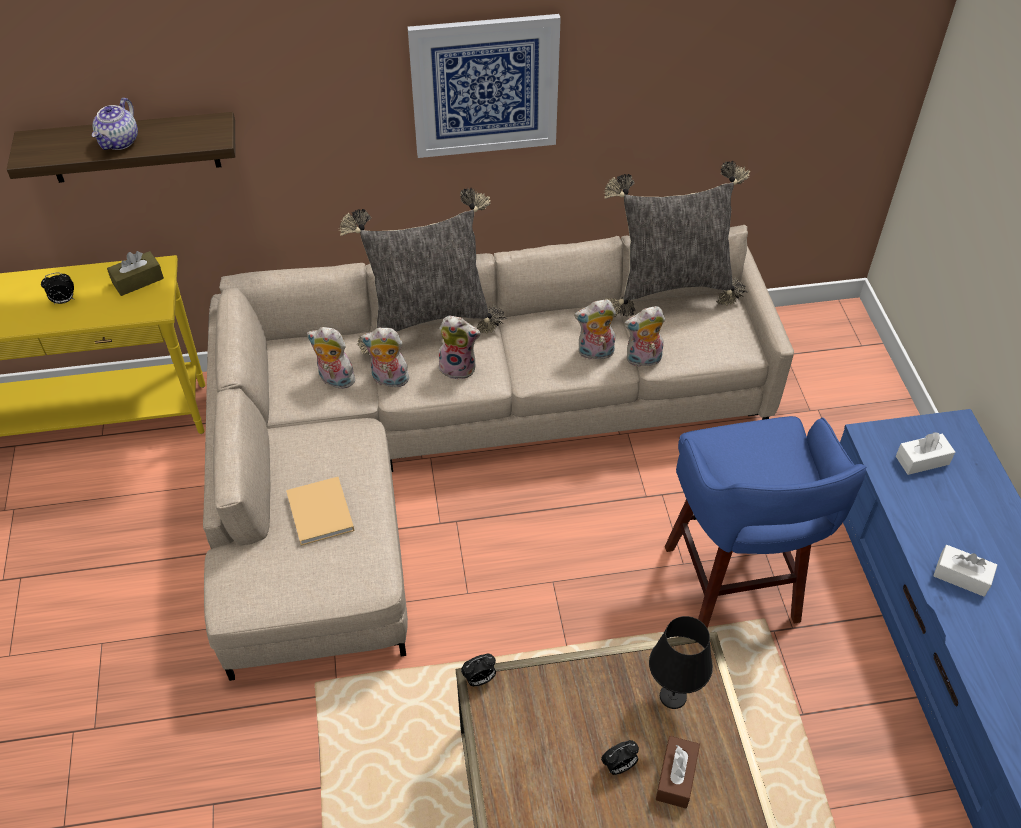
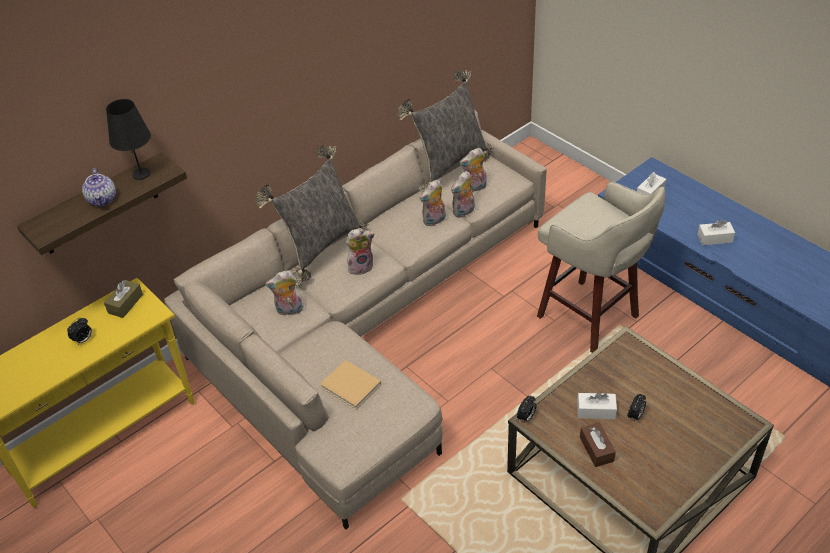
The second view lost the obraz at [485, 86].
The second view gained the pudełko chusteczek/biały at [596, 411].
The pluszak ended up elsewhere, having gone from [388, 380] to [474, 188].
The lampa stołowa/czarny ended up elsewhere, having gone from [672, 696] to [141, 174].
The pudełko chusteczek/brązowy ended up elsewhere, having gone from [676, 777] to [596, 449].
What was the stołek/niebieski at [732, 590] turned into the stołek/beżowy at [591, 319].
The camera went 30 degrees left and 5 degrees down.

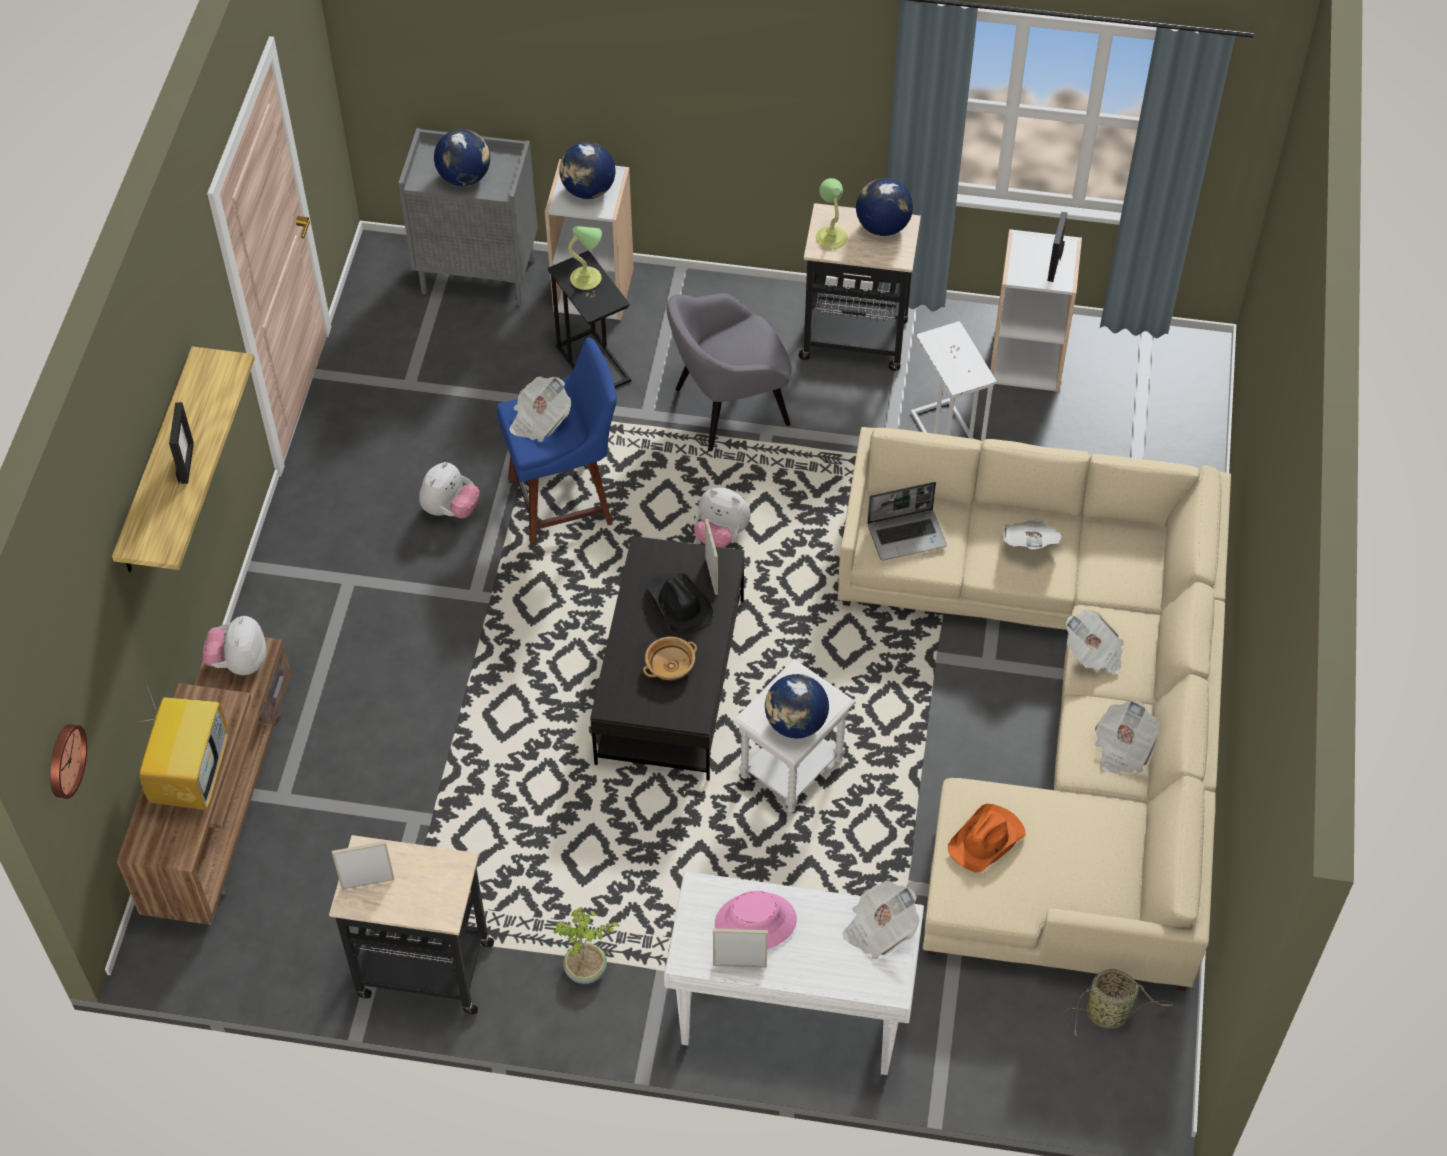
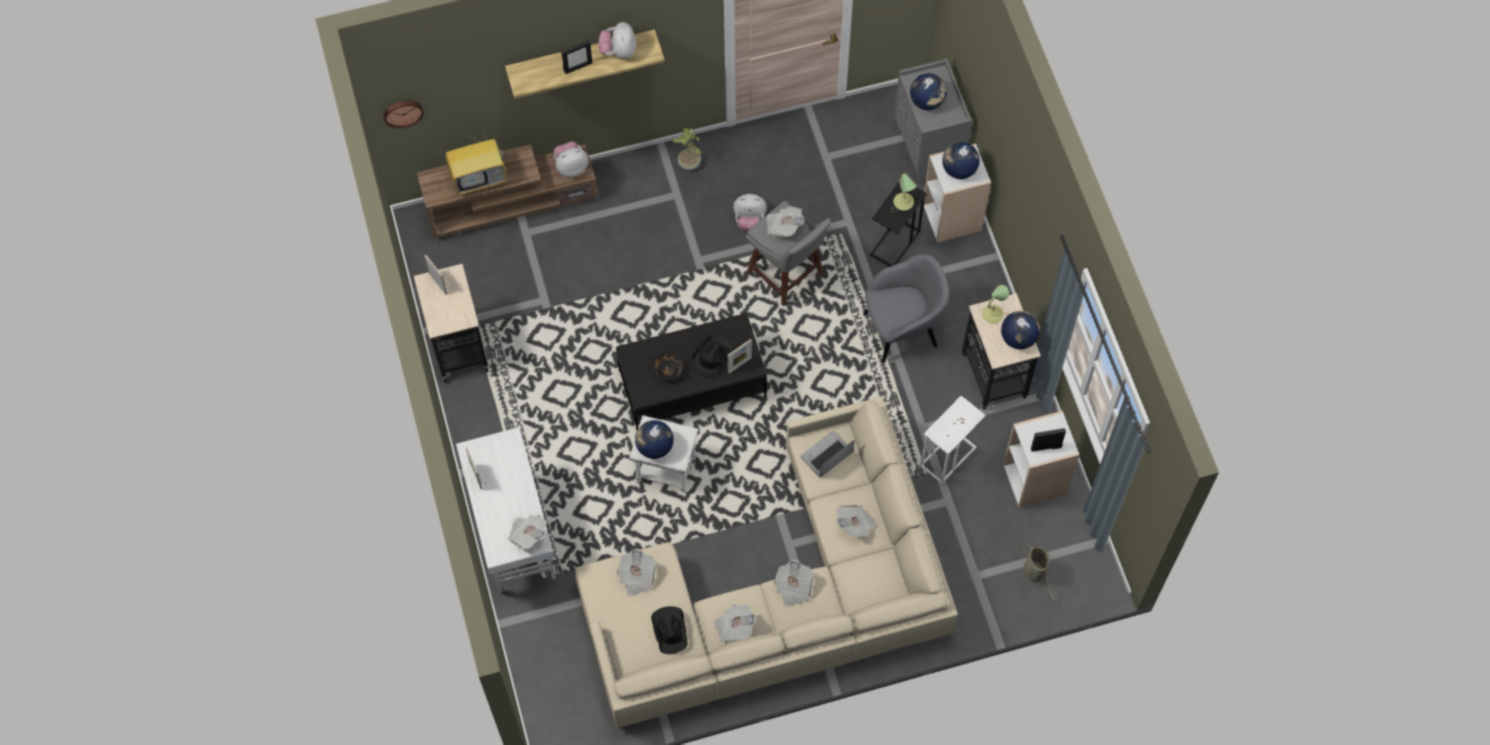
The second view lost the kapelusz/różowy at [755, 922].
The second view gained the kapelusz/czarny at [670, 630].
The roślina doniczkowa ended up elsewhere, having gone from [586, 970] to [689, 164].
The pluszak ended up elsewhere, having gone from [721, 534] to [619, 51].
The koszyk ended up elsewhere, having gone from [1110, 1014] to [1035, 573].
Where the kapelusz/pomarańczowy stood at [987, 840], the gazeta came to stand at [637, 577].
What was the stołek/niebieski at [566, 500] turned into the stołek/szary at [787, 275].
What was the miska/beżowy at [670, 665] turned into the miska/czarny at [669, 370].
The fotel/szary at [729, 407] ended up facing another way, 120 degrees clockwise from before.
The laptop at [907, 535] ended up facing another way, 90 degrees clockwise from before.
The camera went 65 degrees right and 10 degrees up.

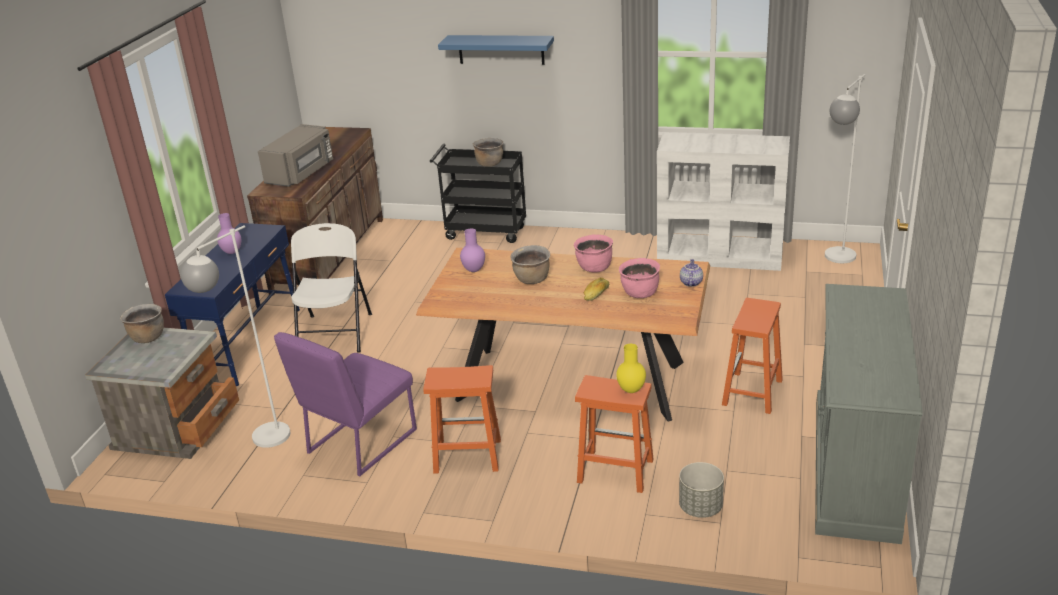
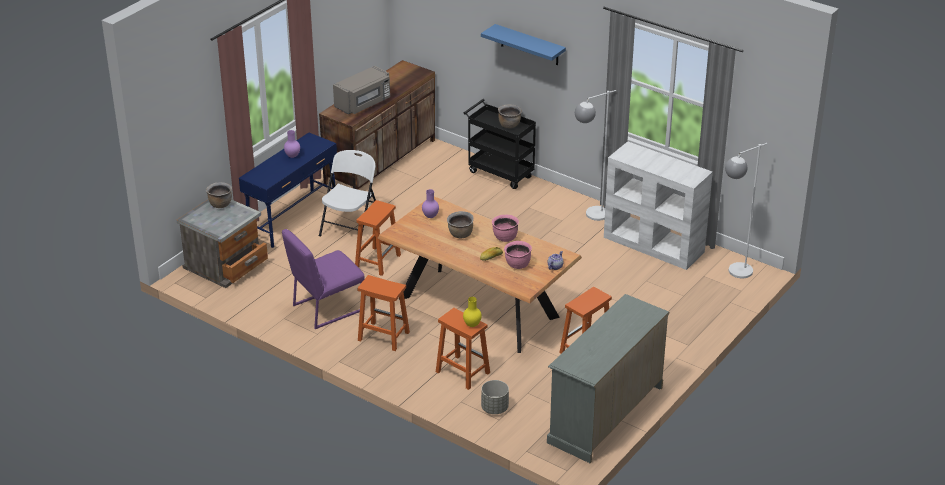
The second view gained the stołek/pomarańczowy at [378, 260].
The lampa stojąca/biały ended up elsewhere, having gone from [260, 443] to [590, 216].
The camera went 20 degrees right and 5 degrees up.

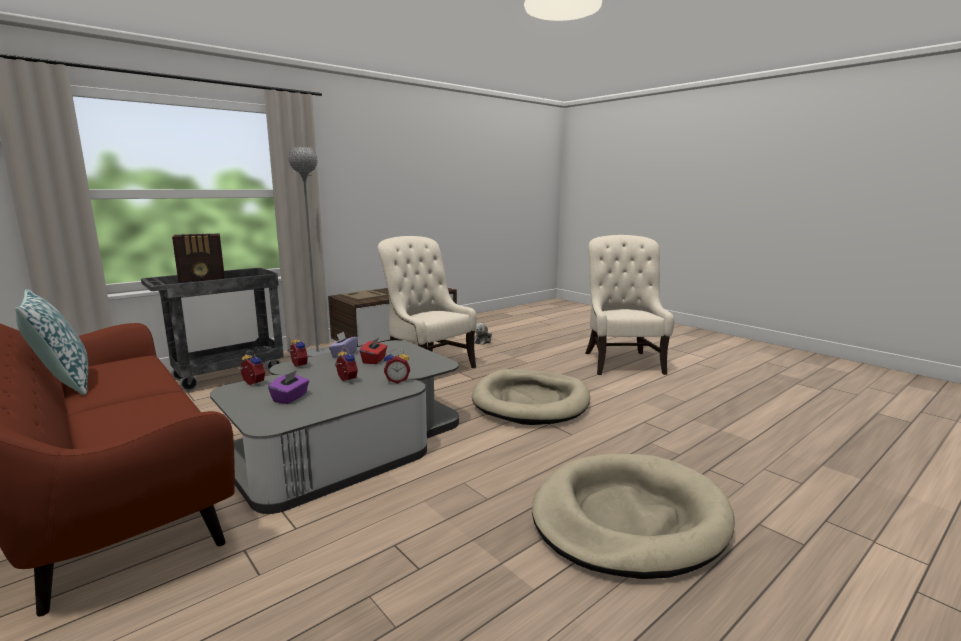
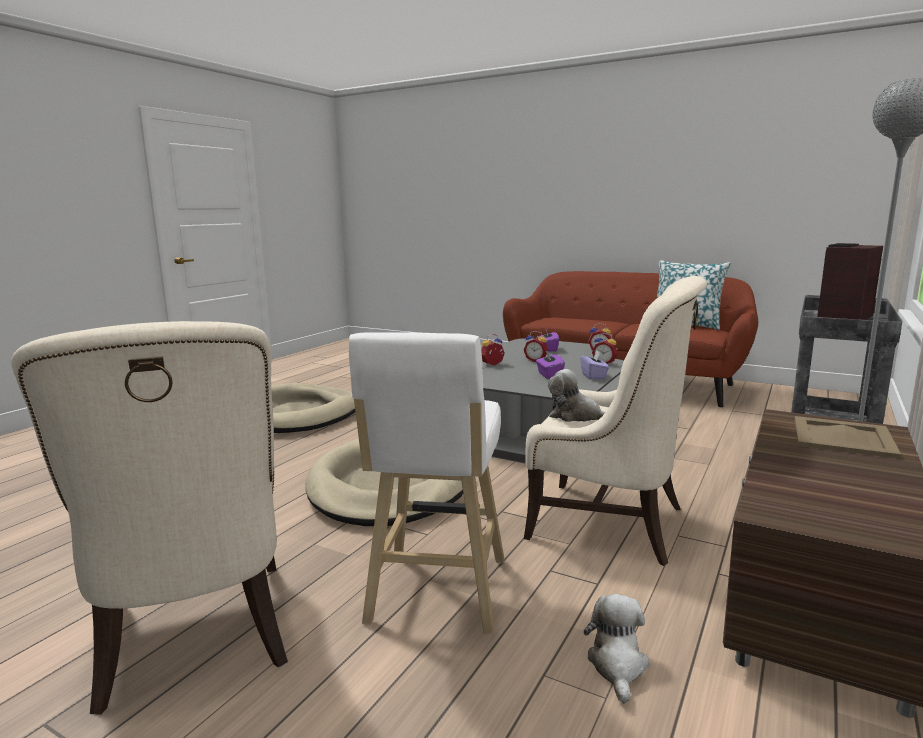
The second view gained the stołek/biały at [436, 595].
The second view gained the pluszak at [576, 416].
What was the pudełko chusteczek/czerwony at [374, 360] turned into the pudełko chusteczek/fioletowy at [549, 375].
The camera went 160 degrees right and 0 degrees up.

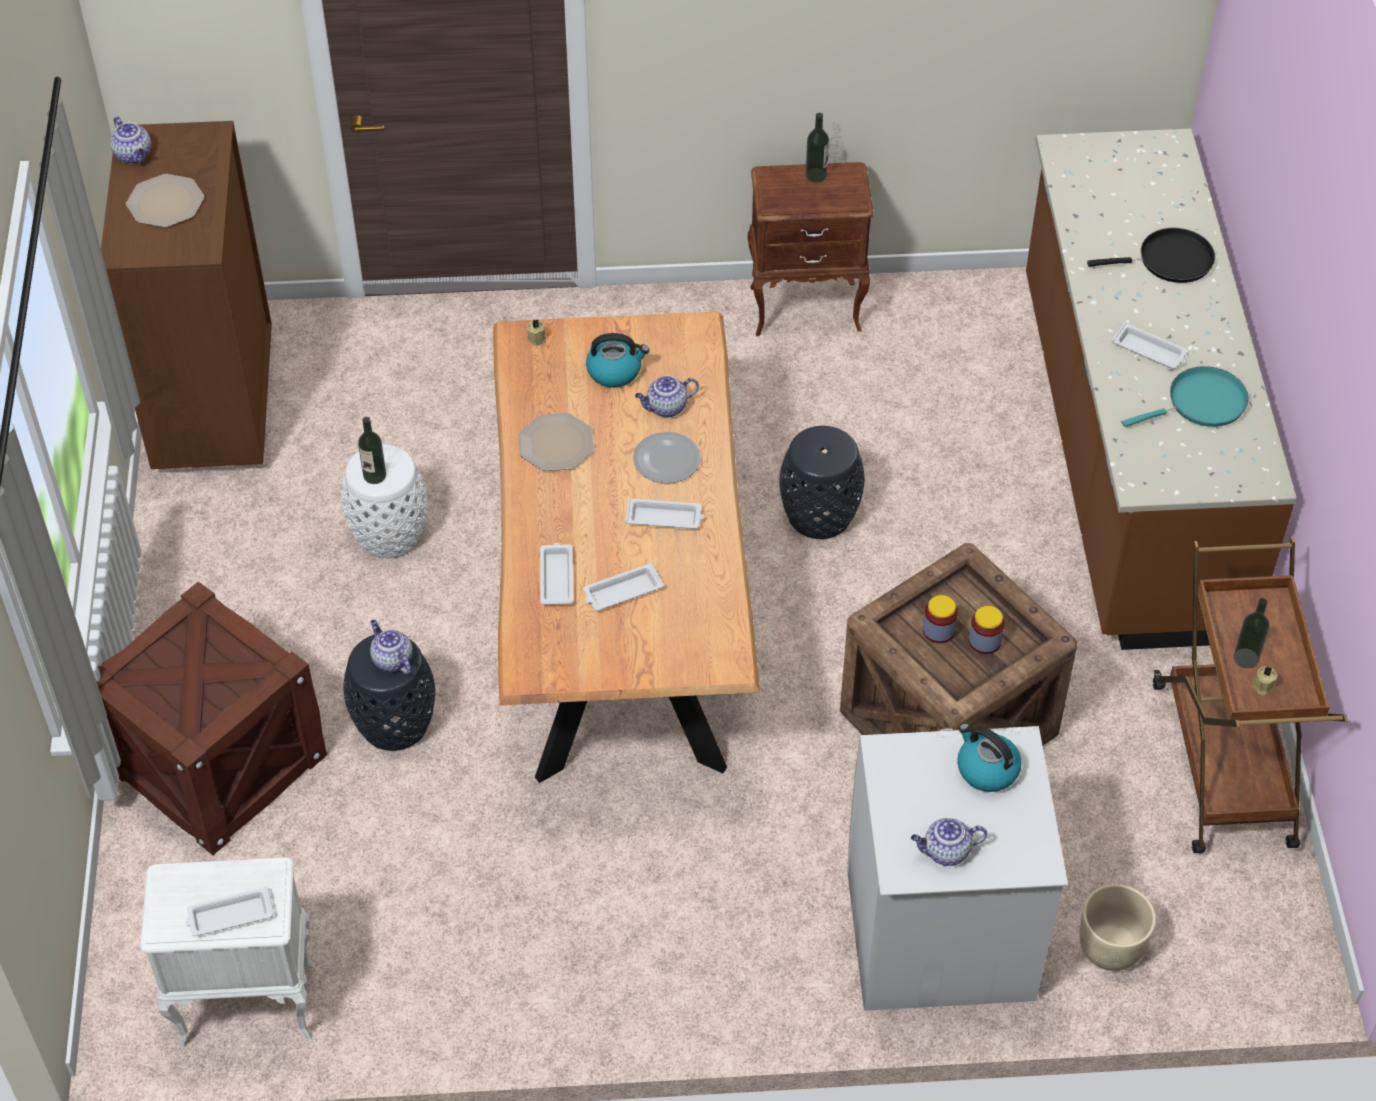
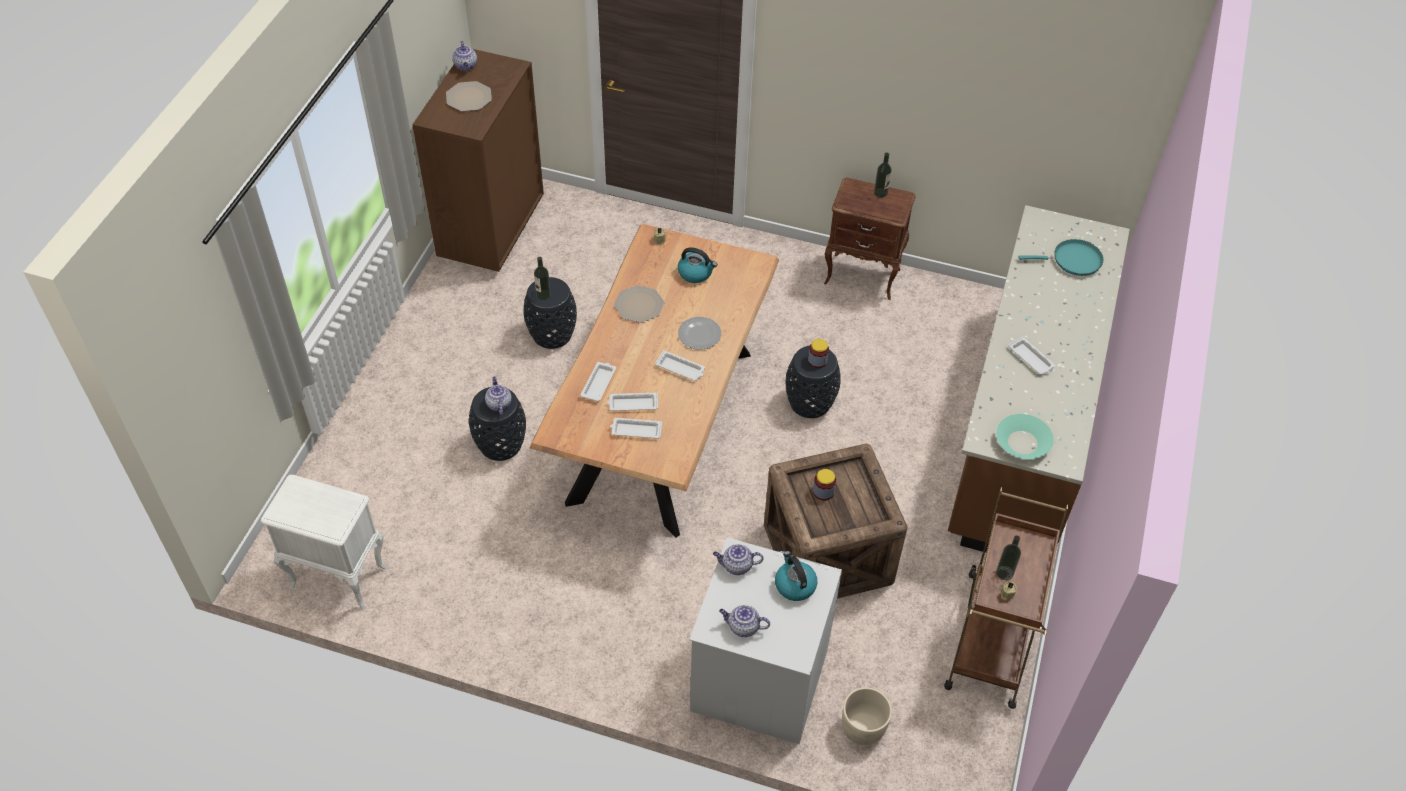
The second view lost the skrzynka at [217, 762].
The second view lost the patelnia/czarny at [1169, 260].
The second view gained the miska/turkusowy at [1022, 442].
The taca/biały ended up elsewhere, having gone from [229, 916] to [635, 430].
The imbryk ended up elsewhere, having gone from [666, 408] to [736, 566].
The słoik ended up elsewhere, having gone from [985, 641] to [817, 361].
The patelnia/turkusowy ended up elsewhere, having gone from [1201, 403] to [1073, 260].
What was the stołek/biały at [389, 534] turned into the stołek/czarny at [552, 334].
The camera went 20 degrees right and 0 degrees up.

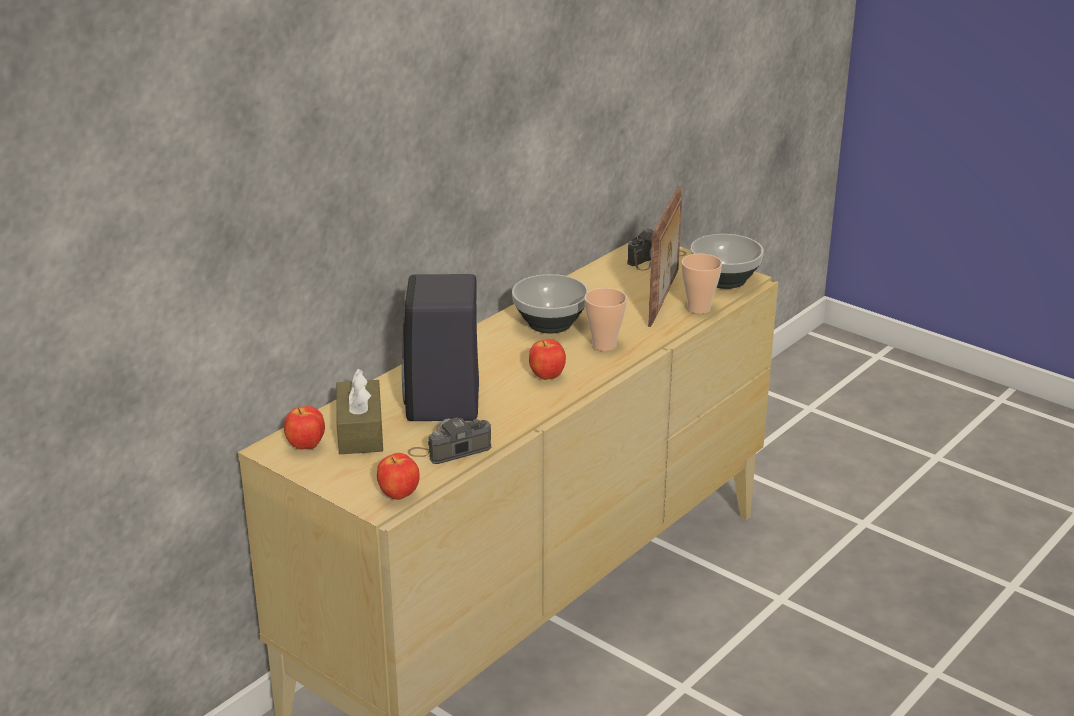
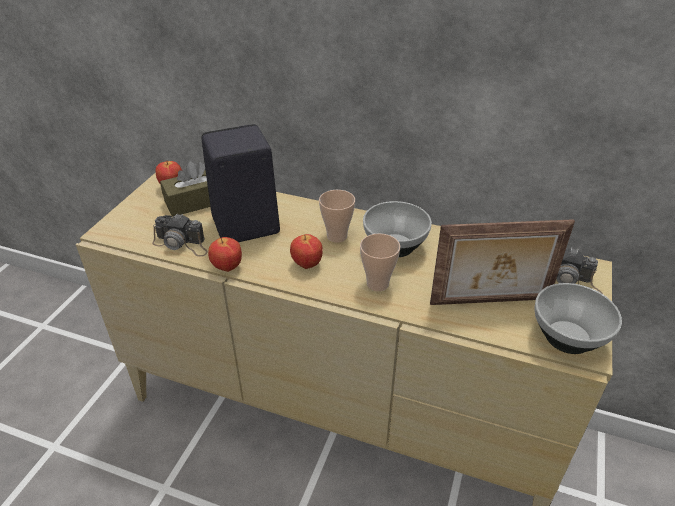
The jabłko ended up elsewhere, having gone from [399, 496] to [227, 267].
The filiżanka ended up elsewhere, having gone from [698, 308] to [337, 236].
The aparat fotograficzny at [450, 449] ended up facing another way, 150 degrees clockwise from before.
The camera went 70 degrees right and 10 degrees up.

